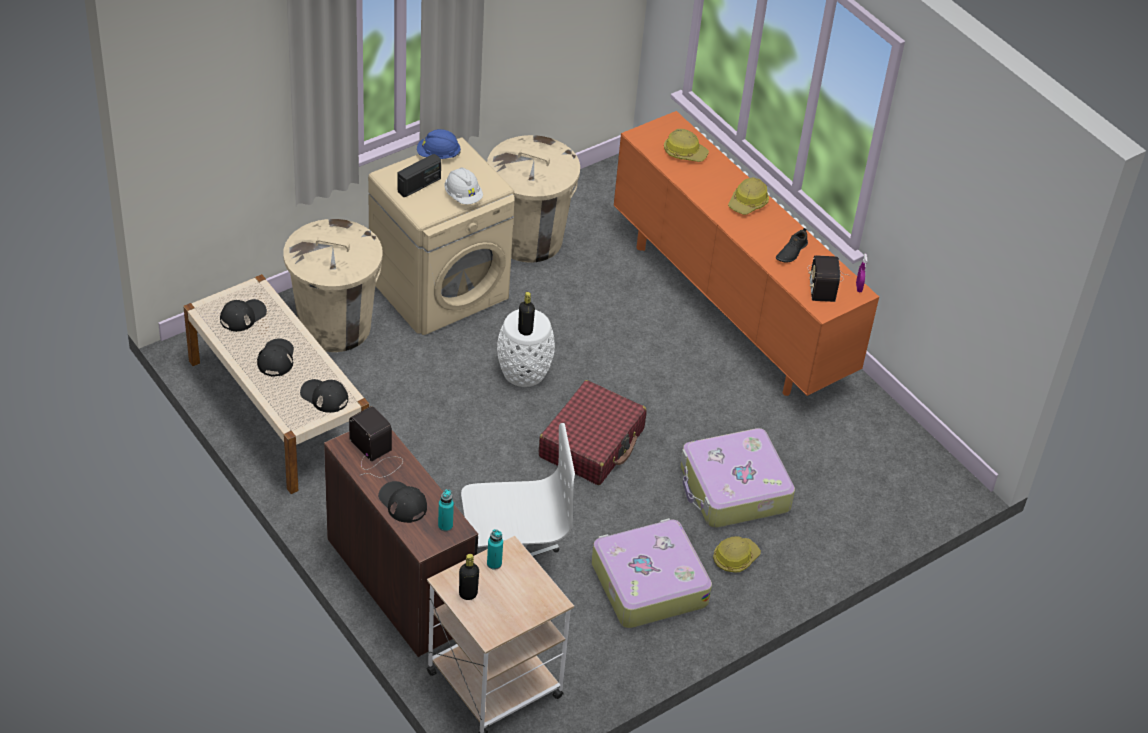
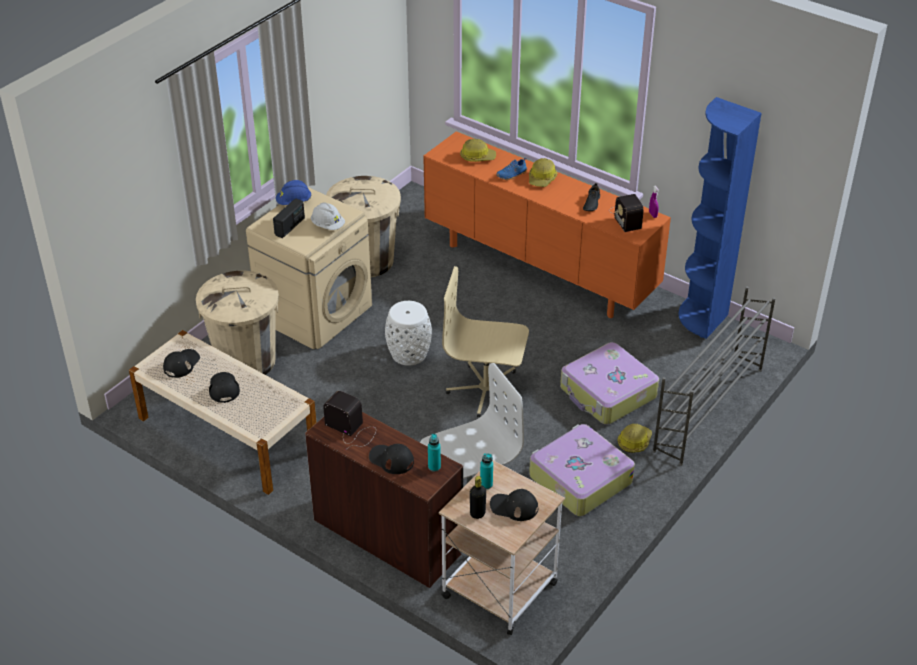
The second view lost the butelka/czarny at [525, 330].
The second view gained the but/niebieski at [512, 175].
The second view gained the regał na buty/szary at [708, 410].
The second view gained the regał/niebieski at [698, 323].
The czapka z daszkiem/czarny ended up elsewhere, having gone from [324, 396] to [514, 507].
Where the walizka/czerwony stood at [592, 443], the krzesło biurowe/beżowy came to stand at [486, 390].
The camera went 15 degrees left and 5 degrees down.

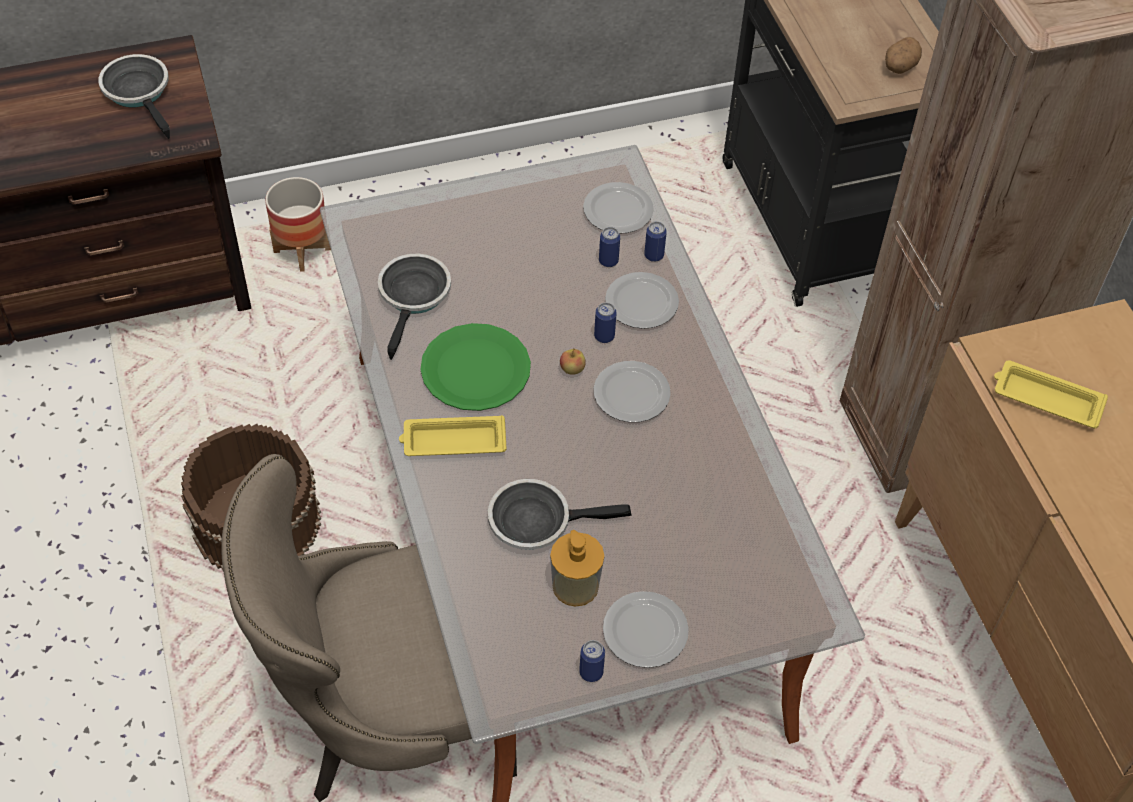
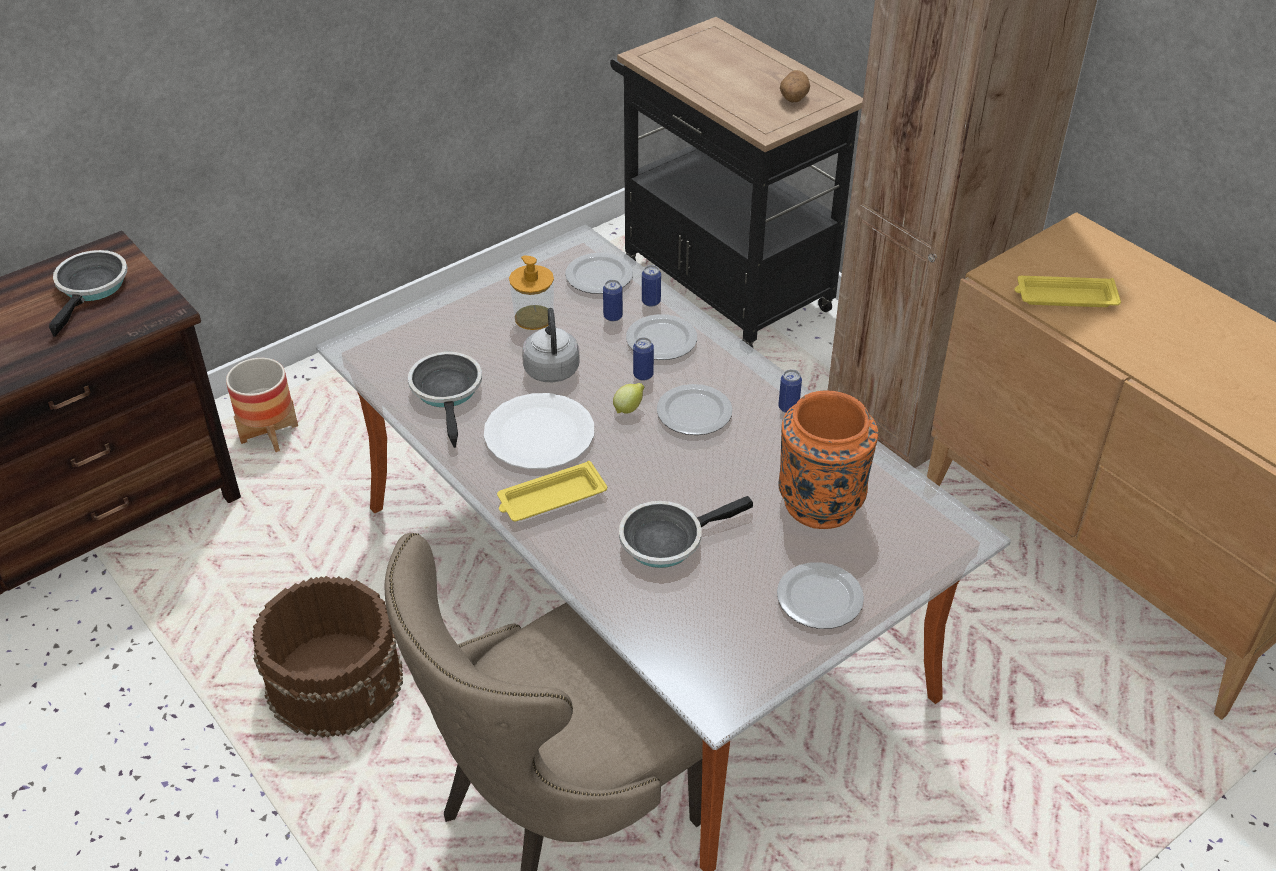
The second view gained the czajnik/szary at [551, 368].
The second view gained the wazon/pomarańczowy at [820, 501].
The dozownik mydła ended up elsewhere, having gone from [575, 586] to [533, 317].
The puszka ended up elsewhere, having gone from [591, 672] to [788, 407].
Where the jabłko stood at [572, 369], the cytryna came to stand at [629, 408].
What was the talerz/zielony at [475, 369] turned into the talerz/biały at [539, 433].
The patelnia at [139, 93] ended up facing another way, 60 degrees clockwise from before.
The camera went 20 degrees left and 10 degrees down.

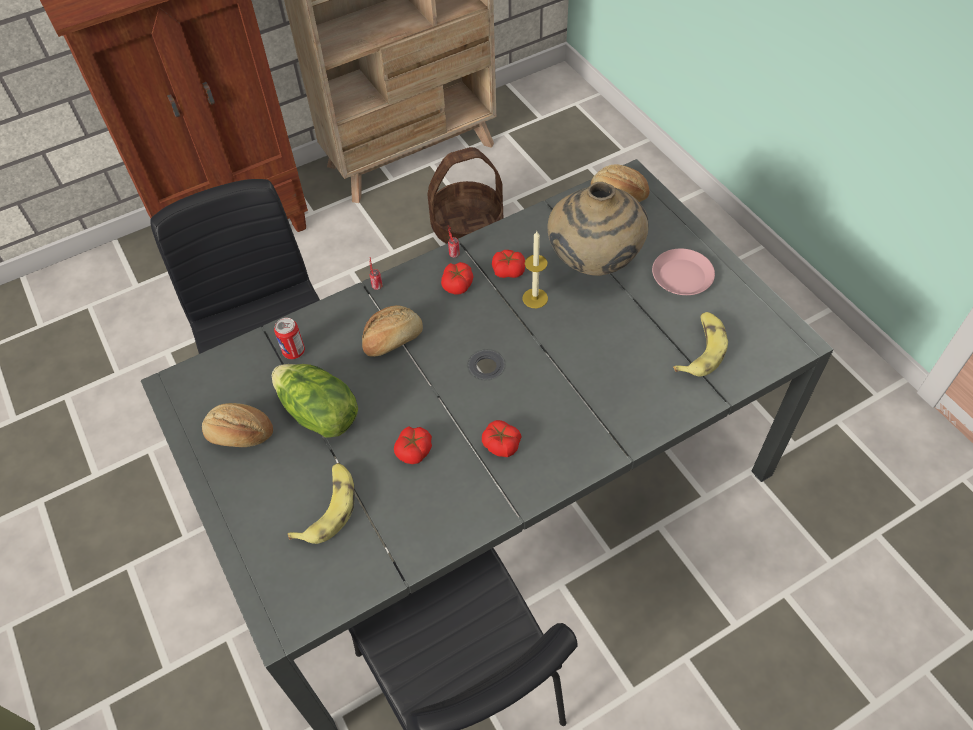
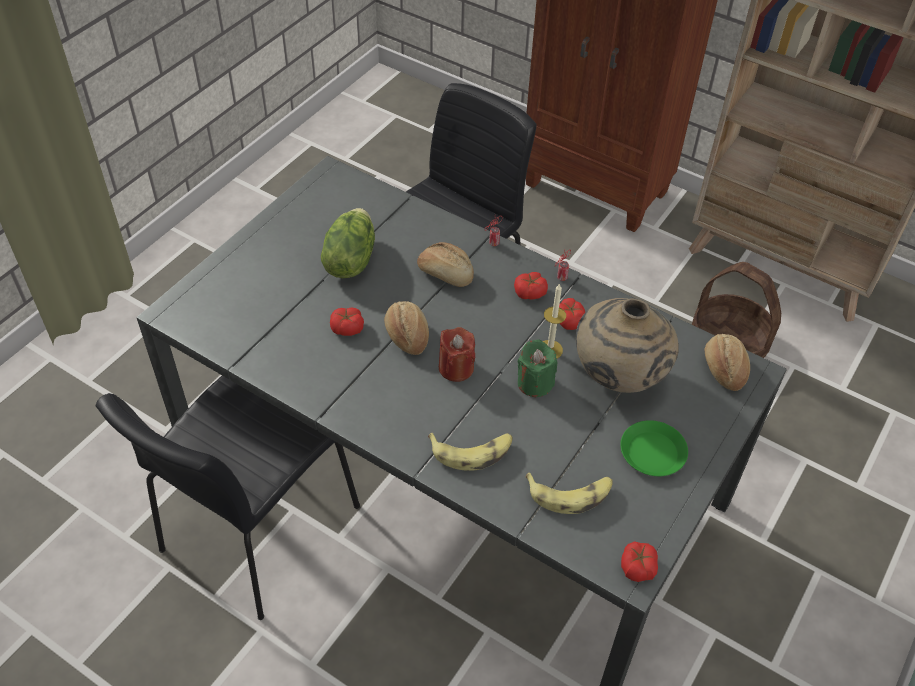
The second view lost the puszka at [294, 351].
The second view gained the świeca/czerwony at [456, 368].
The second view gained the świeca/zielony at [534, 383].
The chleb ended up elsewhere, having gone from [239, 435] to [406, 336].
The banan ended up elsewhere, having gone from [328, 507] to [472, 452].
The pomidor ended up elsewhere, having gone from [501, 444] to [637, 567].
What was the talerz/różowy at [682, 276] turned into the talerz/zielony at [653, 452].
The camera went 60 degrees right and 5 degrees down.

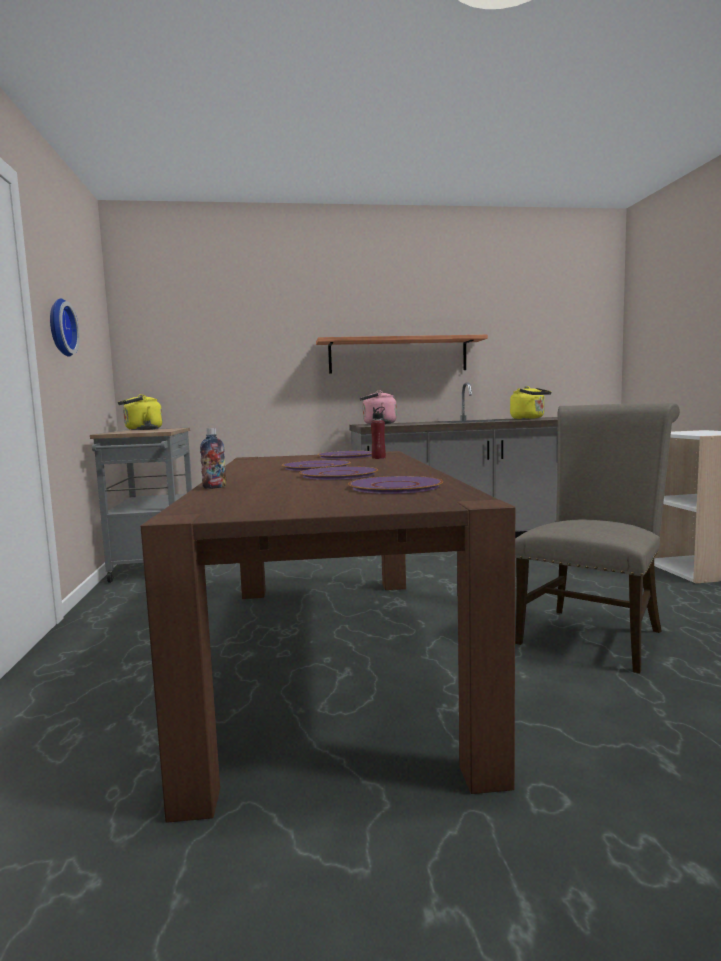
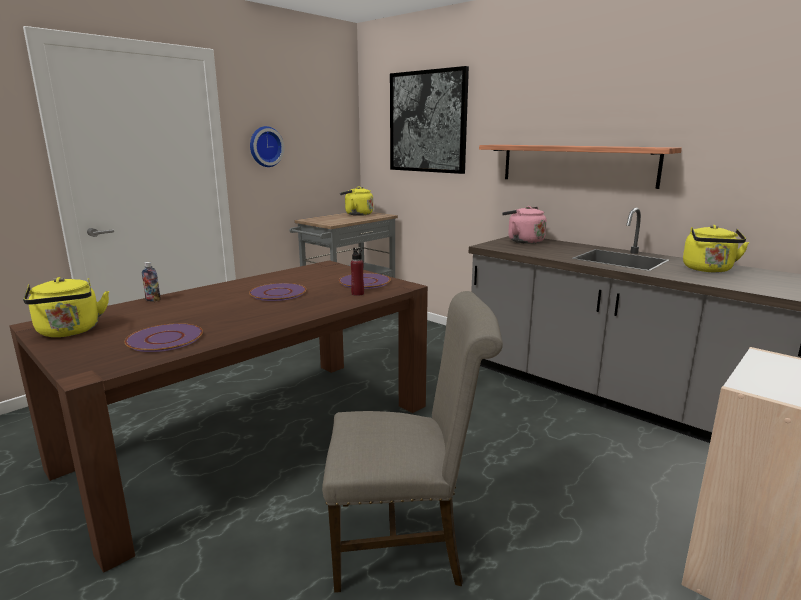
The second view lost the talerz/fioletowy at [339, 475].
The second view gained the czajnik/żółty at [70, 332].
The second view gained the obraz at [427, 122].
The camera went 50 degrees right and 10 degrees up.

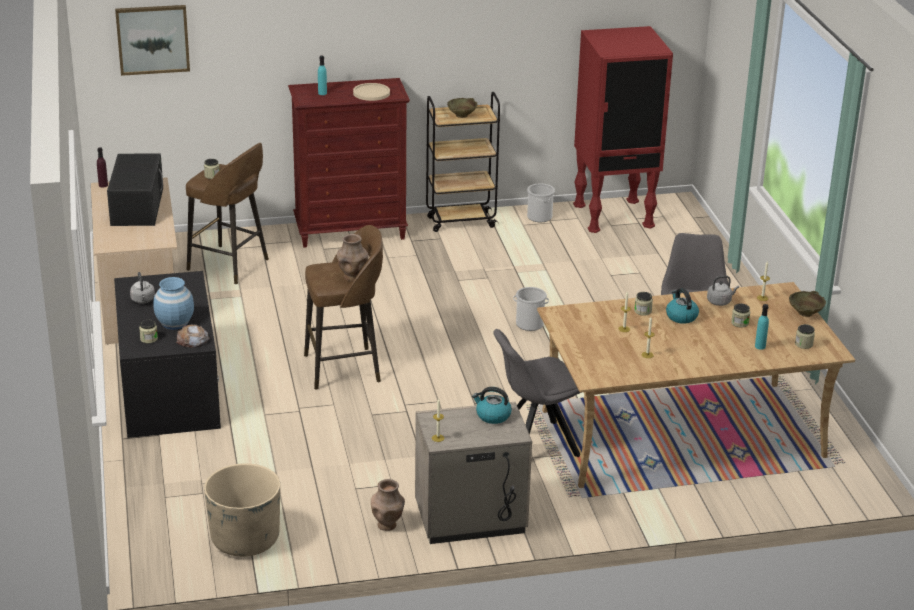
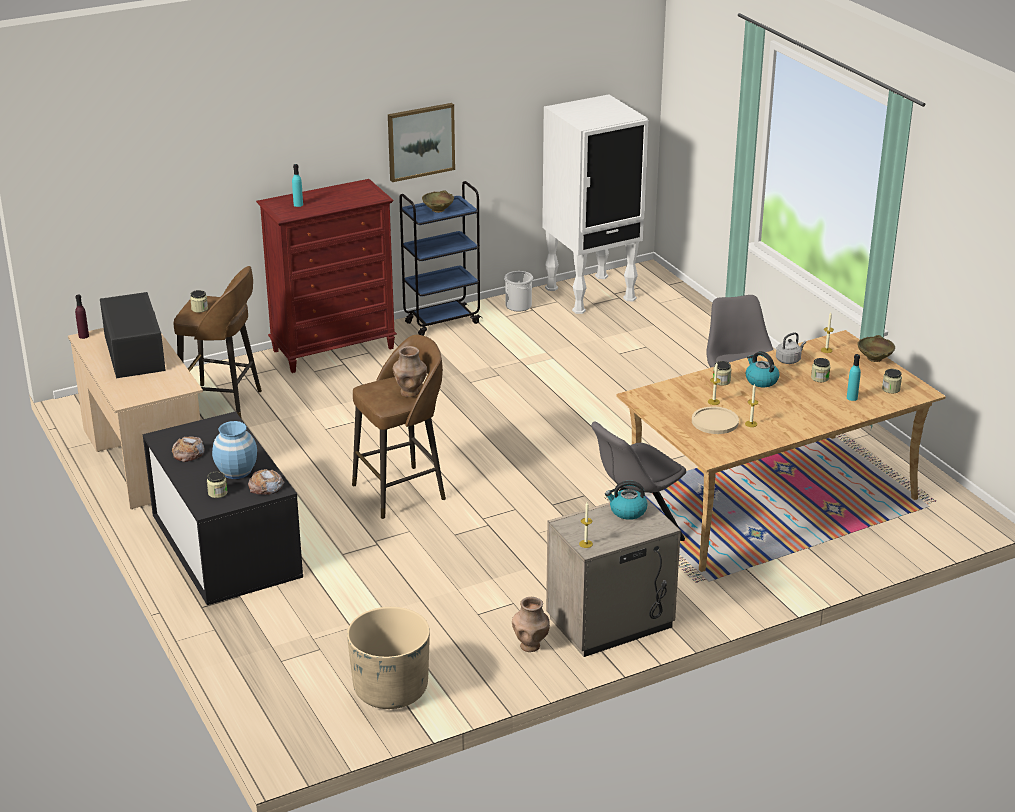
The second view lost the wiadro at [529, 324].
The obraz ended up elsewhere, having gone from [152, 39] to [420, 141].
The talerz/beżowy ended up elsewhere, having gone from [371, 93] to [715, 421].
Where the czajnik/szary stood at [143, 300], the chleb came to stand at [188, 453].
What was the wózek/brązowy at [461, 221] turned into the wózek/niebieski at [442, 322].
What was the szafka/czerwony at [614, 215] turned into the szafka/biały at [591, 293].
The camera went 15 degrees left and 0 degrees up.

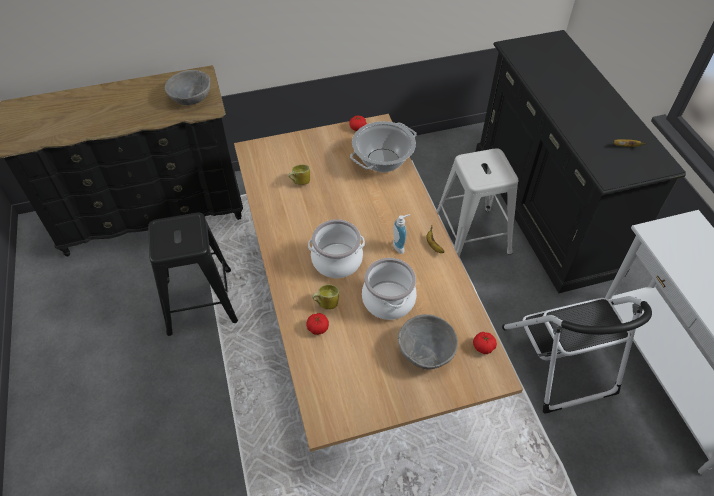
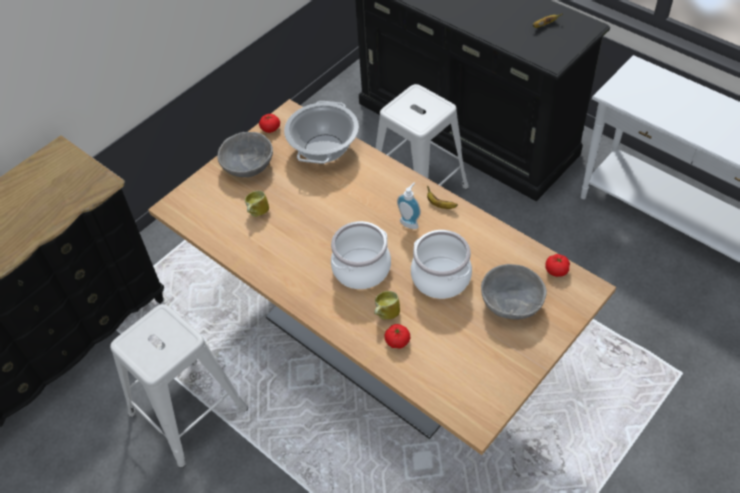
The second view lost the drabinka at [559, 363].
The miska/szary ended up elsewhere, having gone from [191, 97] to [248, 165].
What was the stołek/czarny at [199, 301] turned into the stołek/biały at [187, 411].
The camera went 30 degrees left and 0 degrees up.

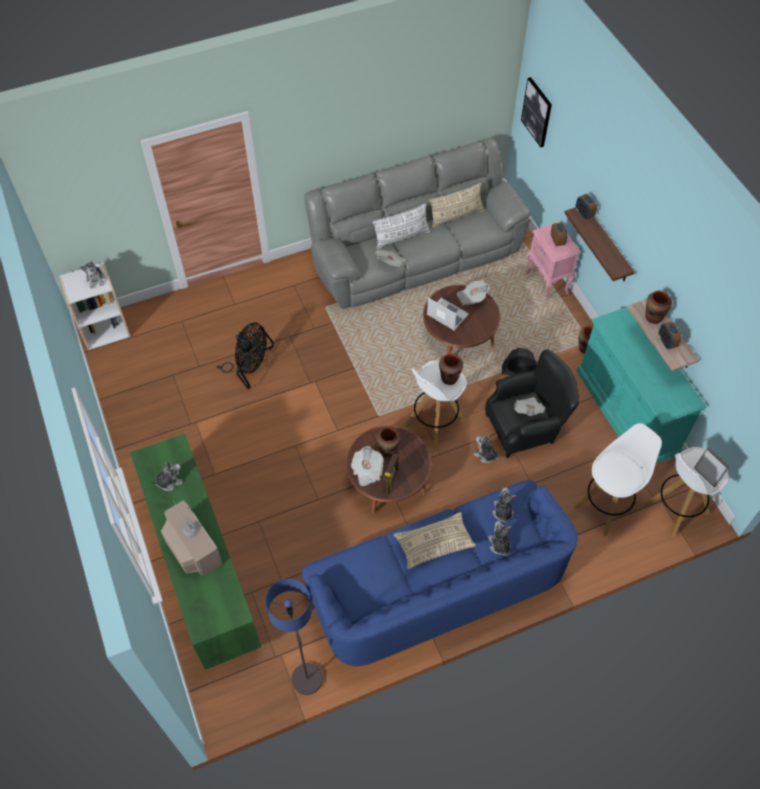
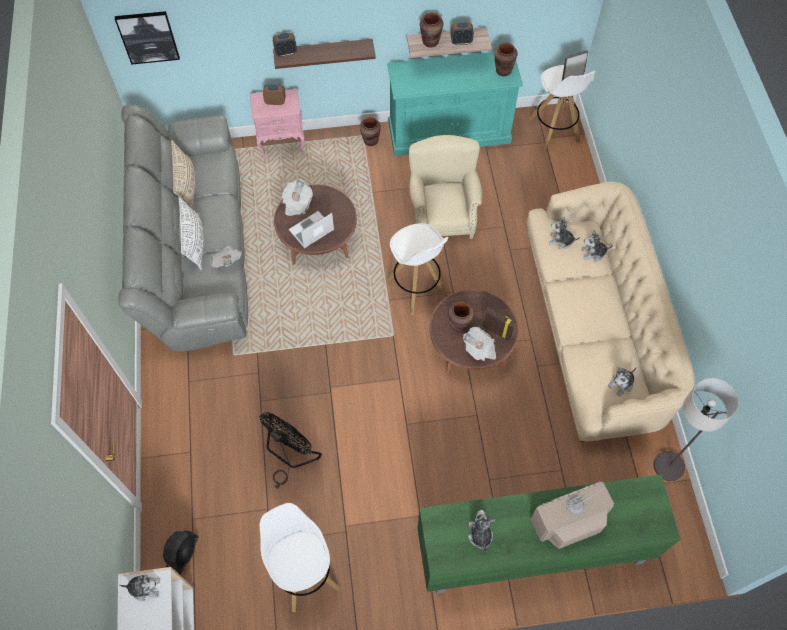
The second view lost the poduszka/beżowy at [434, 544].
The second view lost the gazeta at [528, 410].
The wazon/brązowy ended up elsewhere, having gone from [449, 378] to [503, 70].
The pluszak ended up elsewhere, having gone from [485, 455] to [621, 384].
The wentylator/czarny ended up elsewhere, having gone from [518, 371] to [183, 553].
The stołek/biały ended up elsewhere, having gone from [606, 506] to [304, 572].
What was the lampa stojąca/niebieski at [304, 670] turned into the lampa stojąca/szary at [659, 467].
What was the kanapa/niebieski at [437, 586] turned into the kanapa/beżowy at [592, 330].
What was the fotel/czarny at [525, 426] turned into the fotel/beżowy at [442, 213].
The camera went 75 degrees left and 5 degrees up.

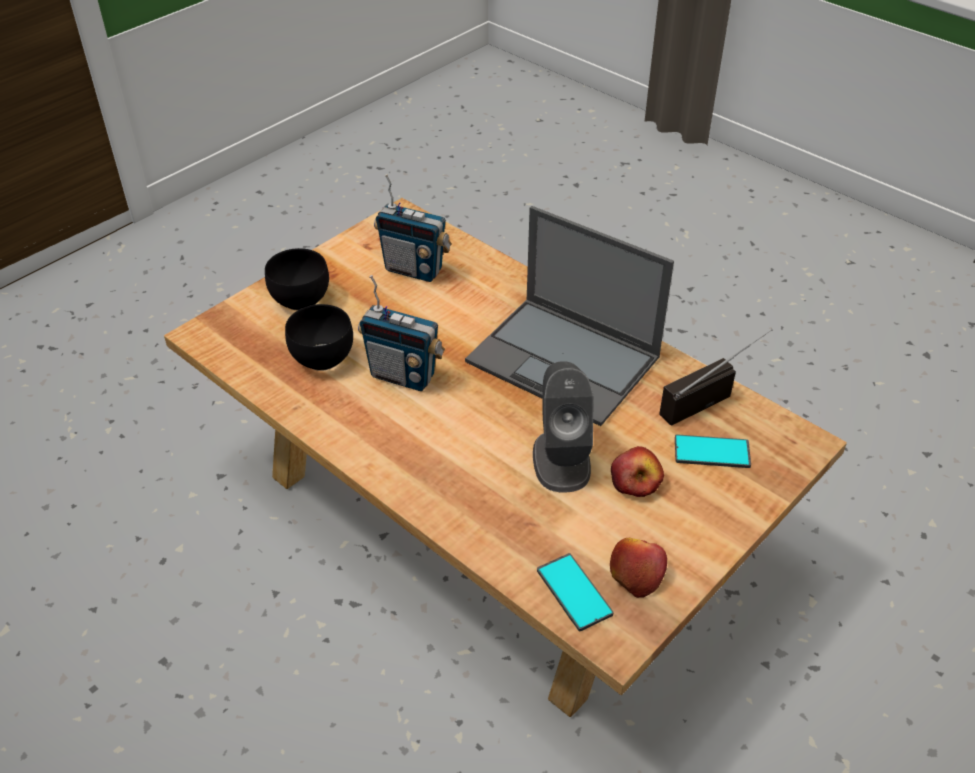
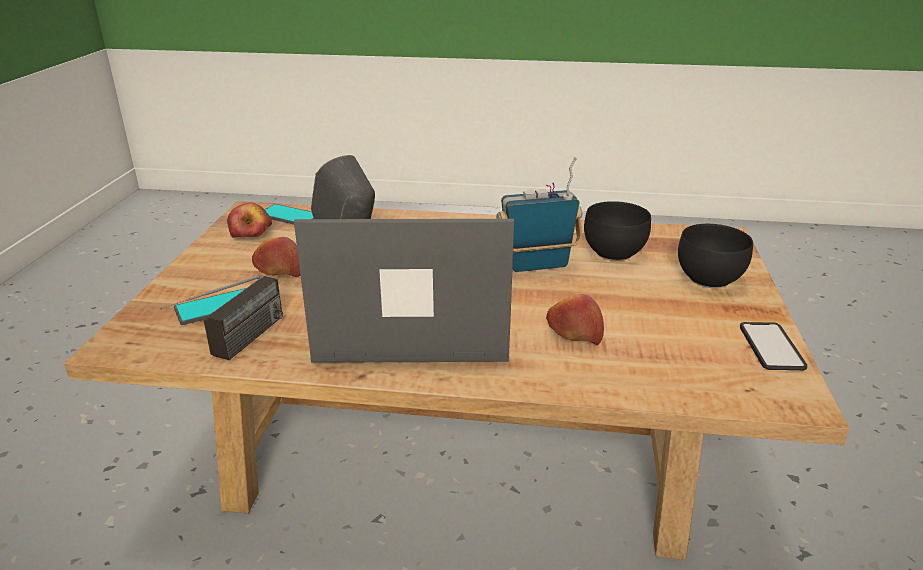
The second view lost the radio at [414, 269].
The second view gained the jabłko at [574, 333].
The second view gained the telefon at [771, 347].
The camera went 145 degrees right and 15 degrees down.

